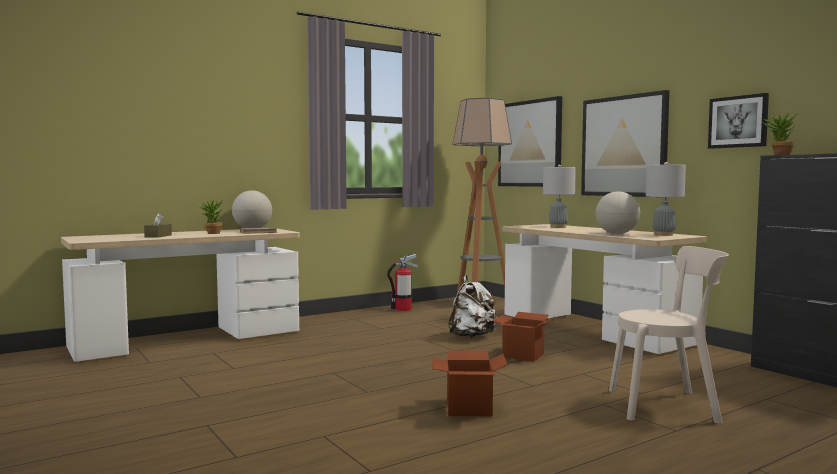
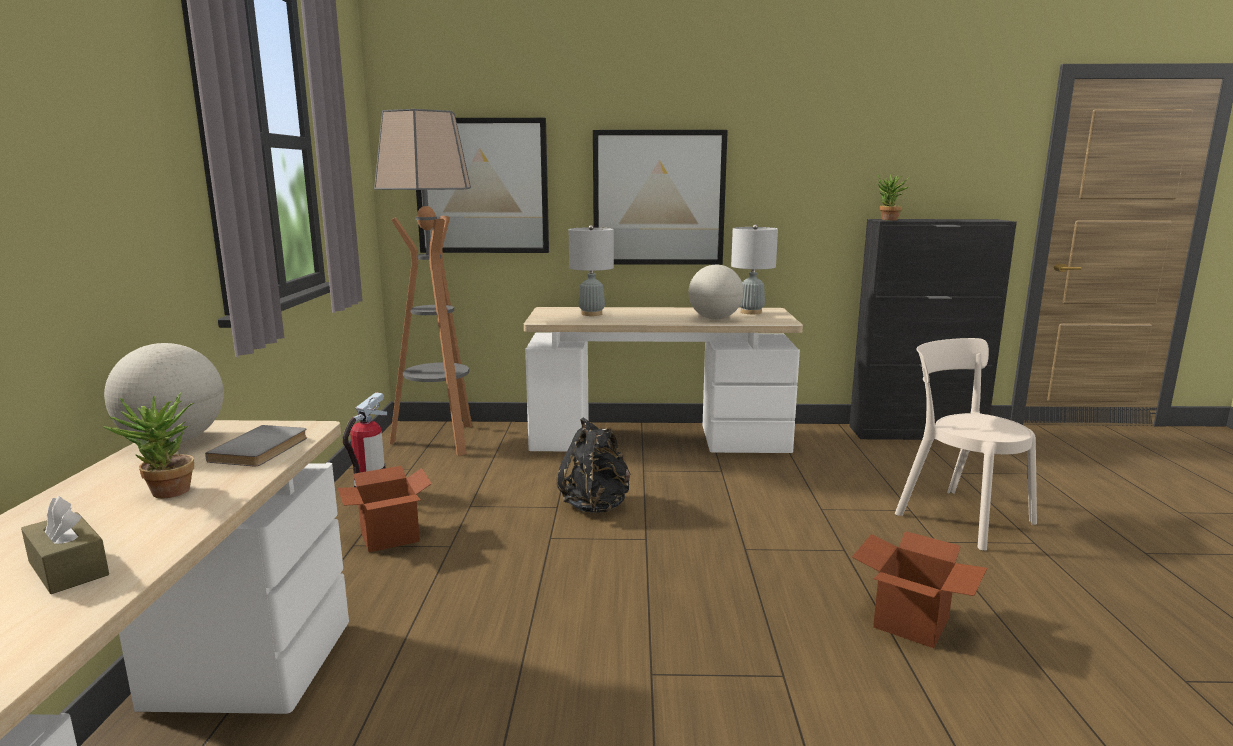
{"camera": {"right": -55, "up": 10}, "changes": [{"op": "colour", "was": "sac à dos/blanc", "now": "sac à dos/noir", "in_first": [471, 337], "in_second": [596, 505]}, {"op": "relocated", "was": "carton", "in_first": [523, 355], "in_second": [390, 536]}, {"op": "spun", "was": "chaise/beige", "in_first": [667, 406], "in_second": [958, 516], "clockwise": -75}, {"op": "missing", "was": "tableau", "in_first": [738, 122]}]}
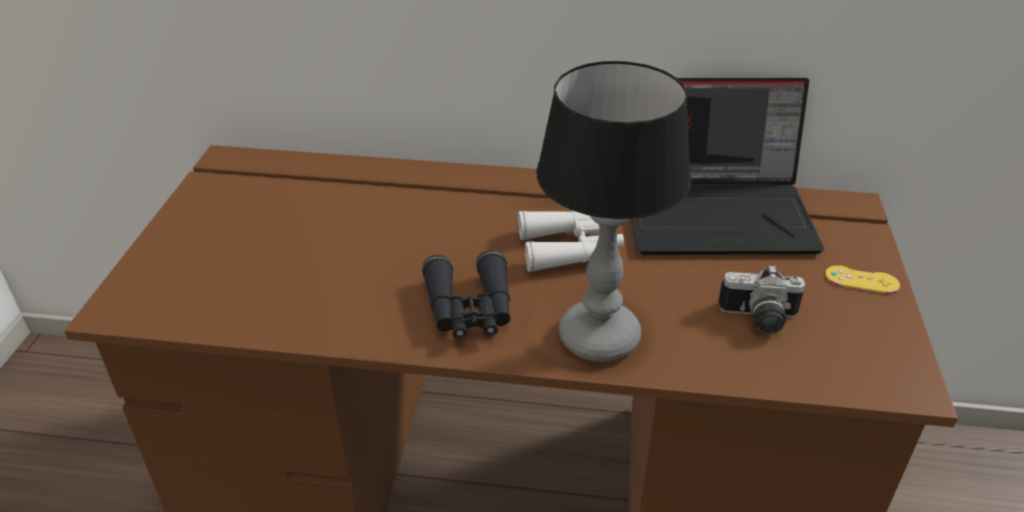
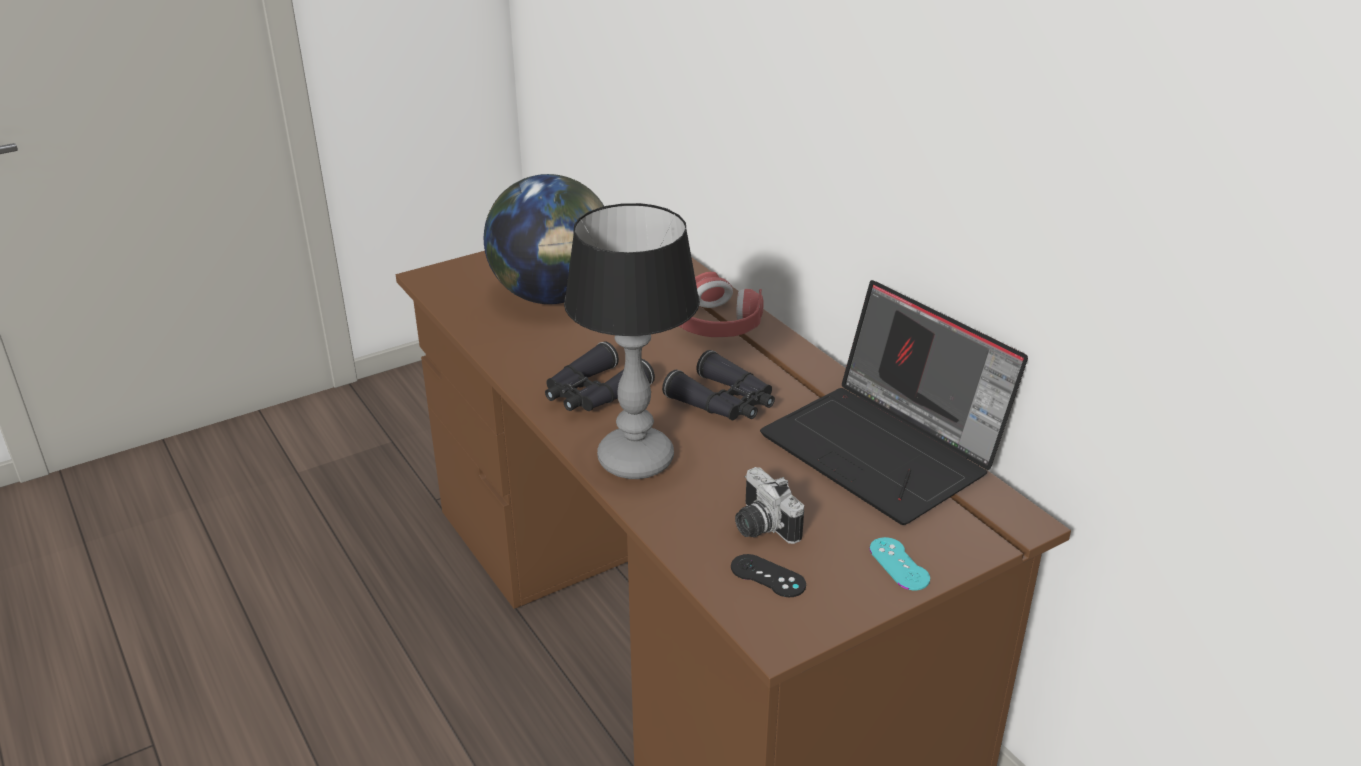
{"camera": {"right": 50, "up": -5}, "changes": [{"op": "colour", "was": "jumelles/blanc", "now": "jumelles/noir", "in_first": [571, 249], "in_second": [724, 403]}, {"op": "colour", "was": "manette/jaune", "now": "manette/turquoise", "in_first": [861, 280], "in_second": [899, 564]}, {"op": "appeared", "now": "globe", "in_second": [553, 296]}, {"op": "appeared", "now": "casque audio/rouge", "in_second": [715, 322]}, {"op": "appeared", "now": "manette/noir", "in_second": [768, 576]}]}
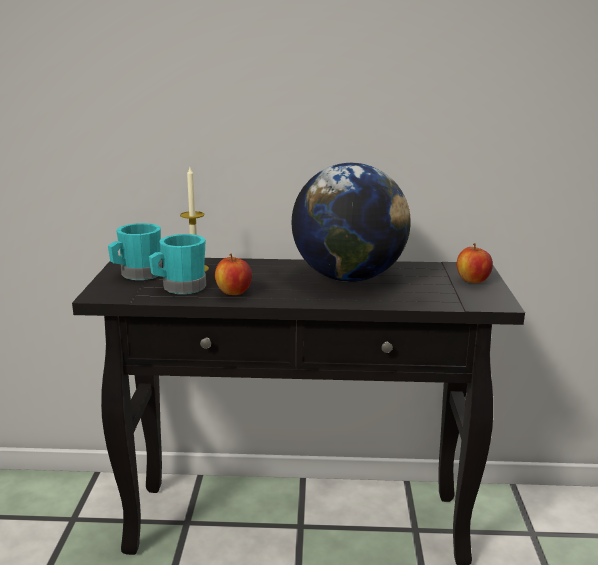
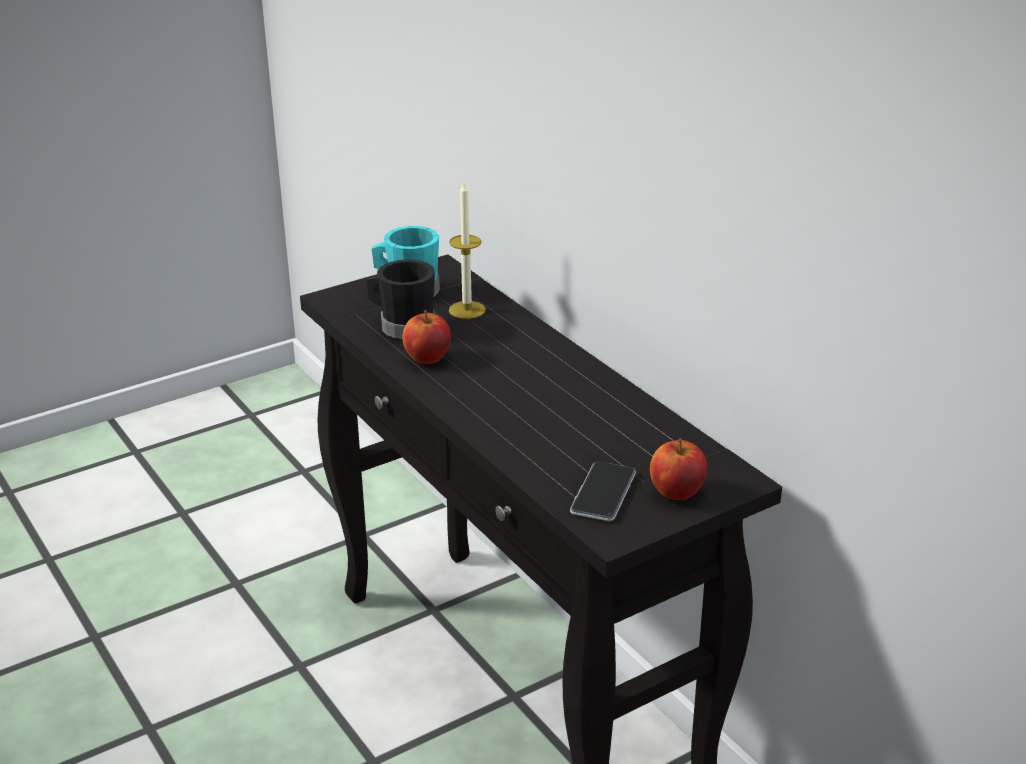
{"camera": {"right": 55, "up": 10}, "changes": [{"op": "colour", "was": "mug/turquoise", "now": "mug/noir", "in_first": [179, 288], "in_second": [402, 326]}, {"op": "missing", "was": "globe", "in_first": [348, 278]}, {"op": "appeared", "now": "téléphone", "in_second": [603, 493]}]}
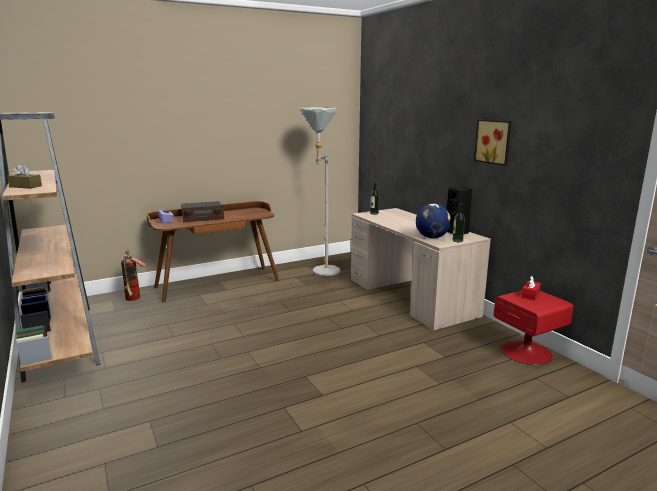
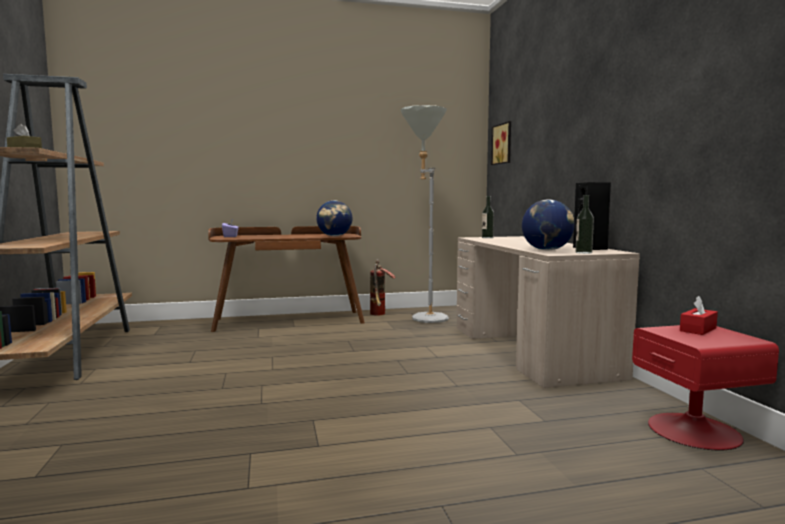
{"camera": {"right": 15, "up": -10}, "changes": [{"op": "relocated", "was": "extincteur", "in_first": [134, 300], "in_second": [379, 315]}, {"op": "missing", "was": "radio", "in_first": [202, 218]}, {"op": "relocated", "was": "tableau", "in_first": [494, 141], "in_second": [503, 144]}, {"op": "appeared", "now": "globe", "in_second": [334, 236]}]}
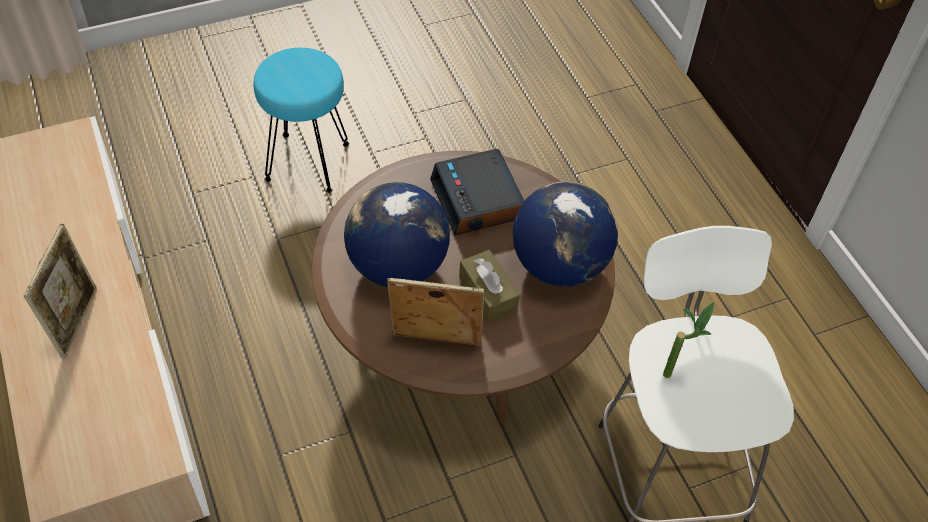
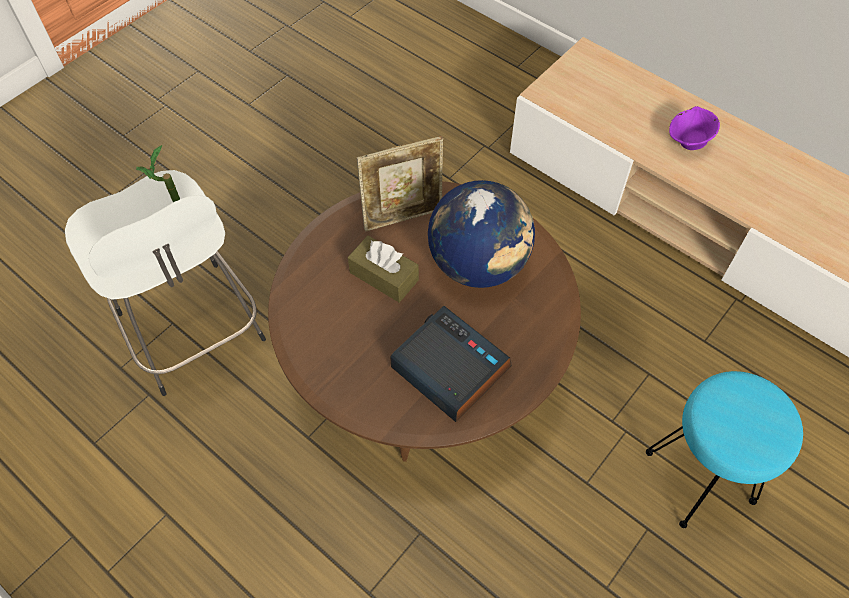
{"camera": {"right": 155, "up": 5}, "changes": [{"op": "exchanged", "was": "cadre photo", "now": "bol/violet", "in_first": [76, 321], "in_second": [688, 142]}, {"op": "missing", "was": "globe", "in_first": [559, 264]}]}
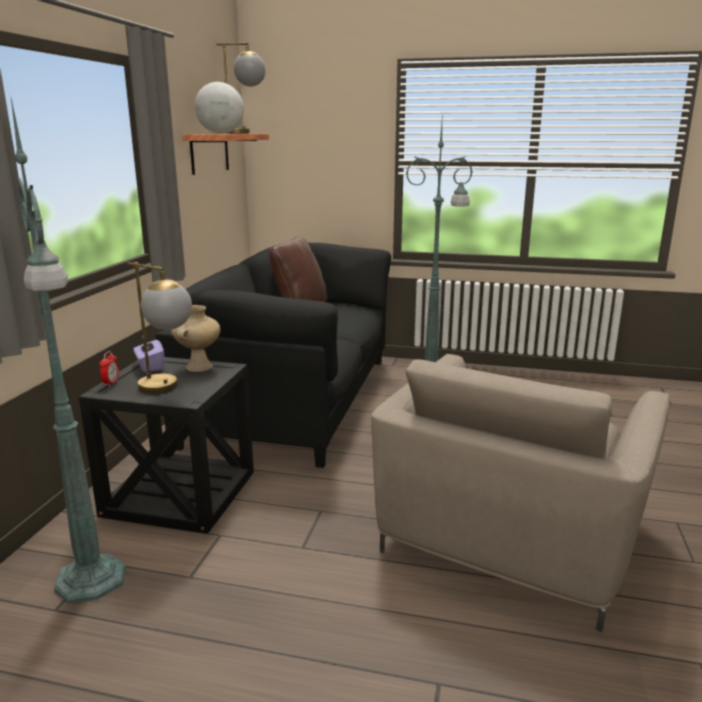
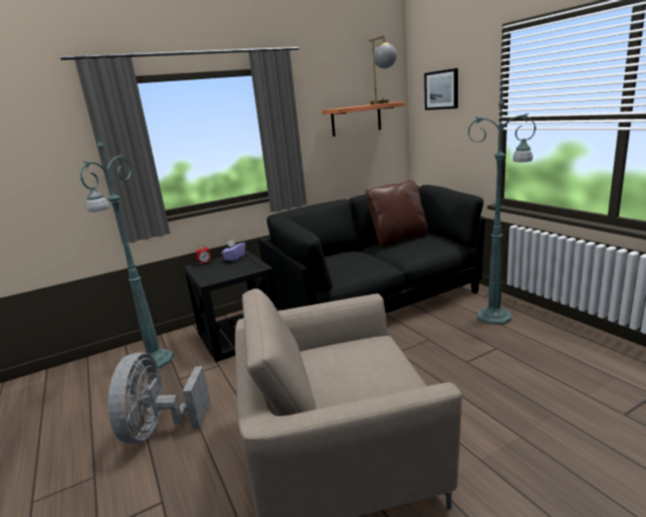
{"camera": {"right": 50, "up": 0}, "changes": [{"op": "missing", "was": "lampe de table", "in_first": [168, 389]}, {"op": "missing", "was": "vase/beige", "in_first": [199, 366]}, {"op": "missing", "was": "globe", "in_first": [221, 133]}, {"op": "appeared", "now": "ventilateur/gris", "in_second": [159, 428]}, {"op": "appeared", "now": "tableau", "in_second": [441, 90]}]}
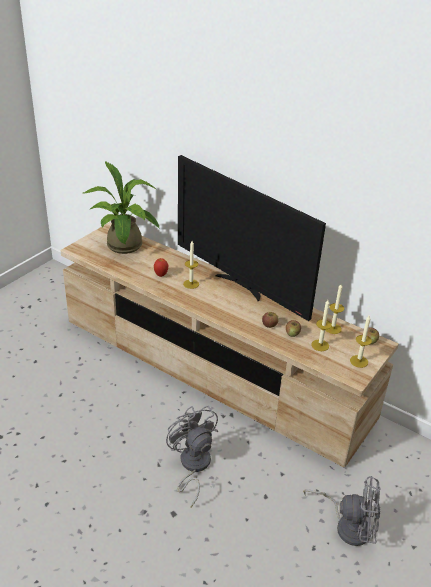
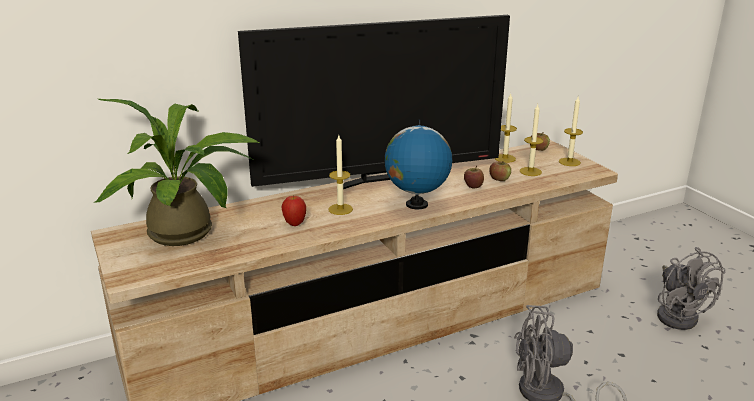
{"camera": {"right": -60, "up": -10}, "changes": [{"op": "spun", "was": "ventilateur/gris", "in_first": [348, 525], "in_second": [678, 314], "clockwise": 120}, {"op": "appeared", "now": "globe", "in_second": [416, 205]}]}
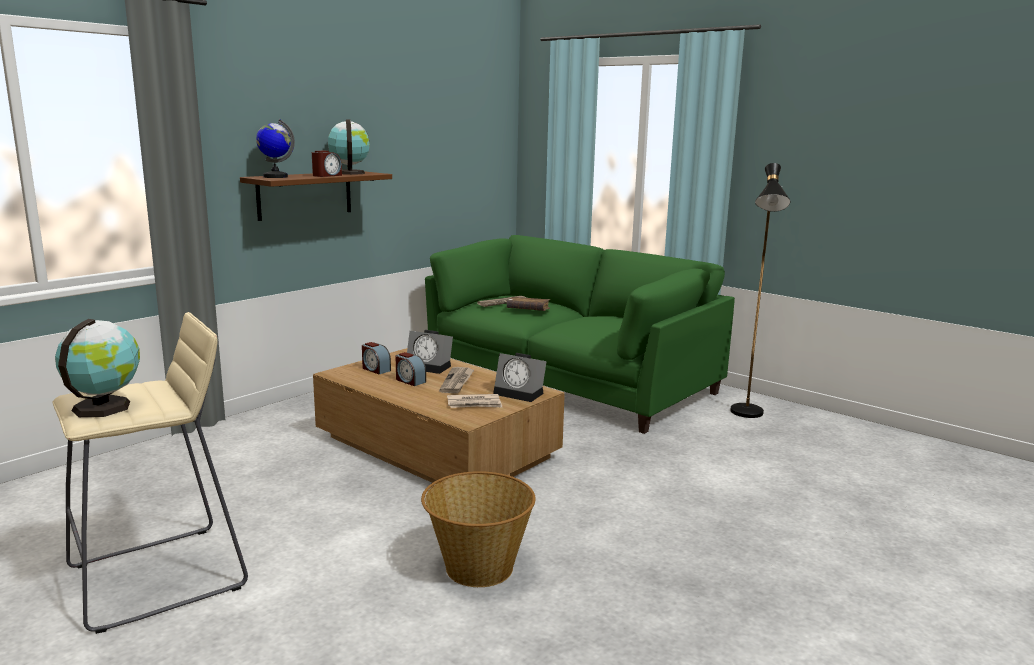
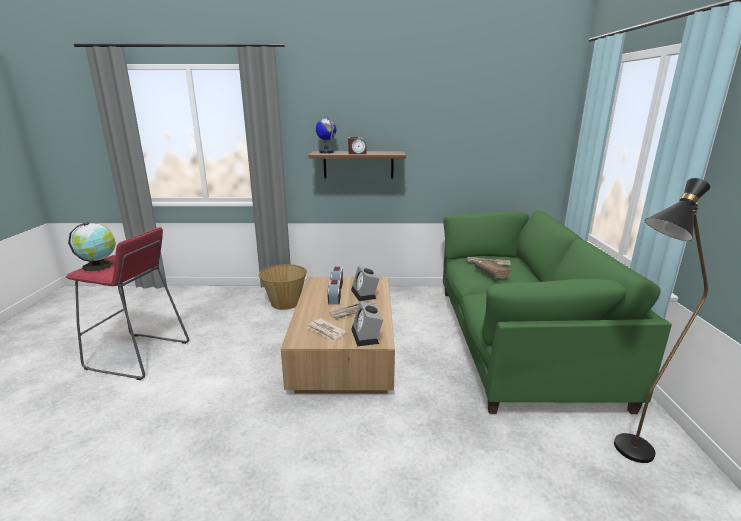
{"camera": {"right": 50, "up": 5}, "changes": [{"op": "colour", "was": "tabouret/beige", "now": "tabouret/rouge", "in_first": [159, 577], "in_second": [138, 356]}, {"op": "missing", "was": "globe", "in_first": [349, 173]}, {"op": "relocated", "was": "panier", "in_first": [478, 567], "in_second": [285, 303]}]}
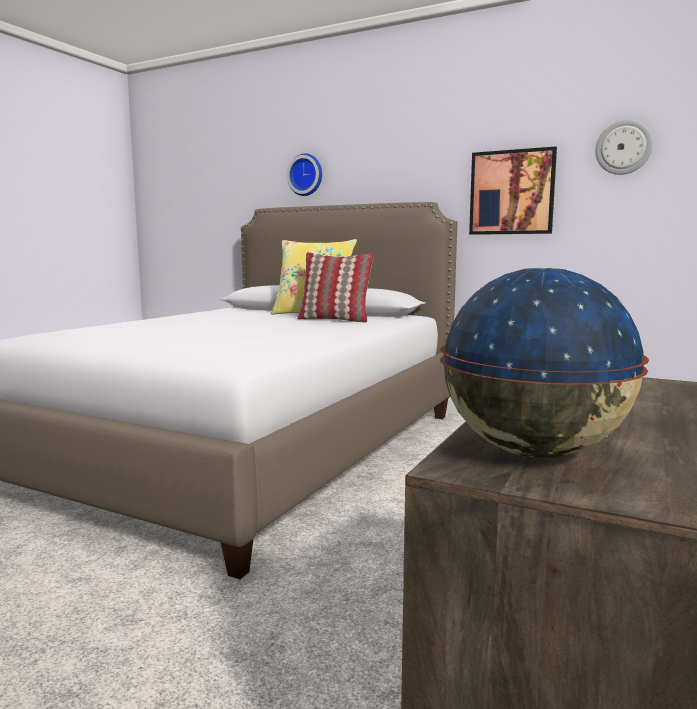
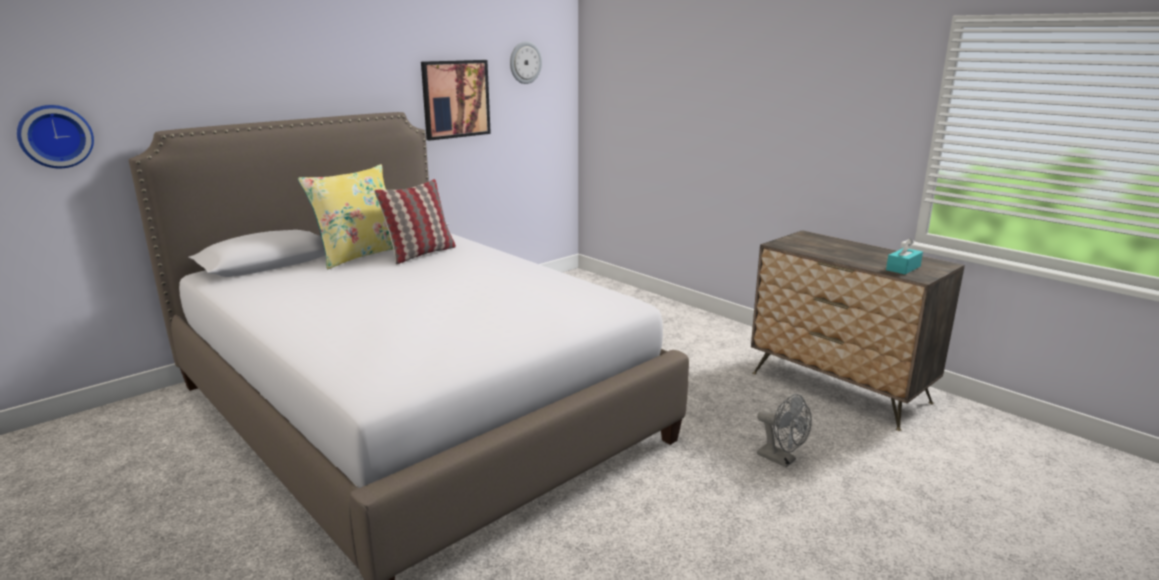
{"camera": {"right": -70, "up": 10}, "changes": [{"op": "relocated", "was": "horloge murale", "in_first": [306, 175], "in_second": [55, 136]}, {"op": "exchanged", "was": "globe", "now": "boîte à mouchoirs/turquoise", "in_first": [534, 452], "in_second": [903, 268]}, {"op": "appeared", "now": "ventilateur/gris", "in_second": [782, 459]}]}
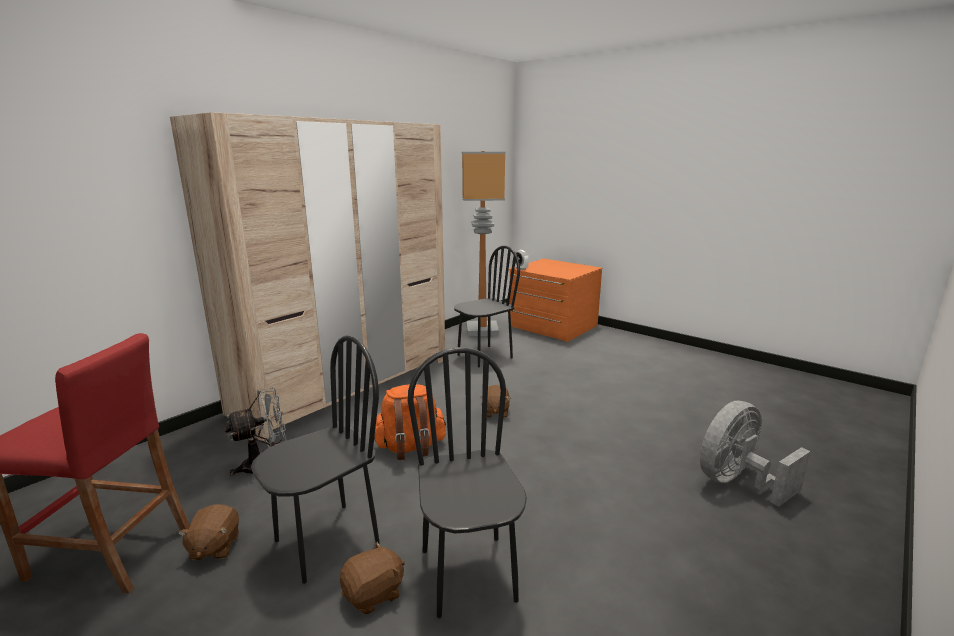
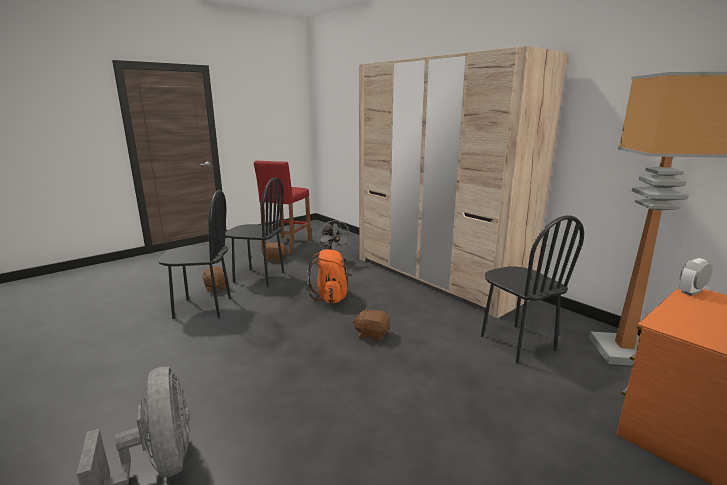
{"camera": {"right": 100, "up": 0}, "changes": [{"op": "spun", "was": "chaise/noir", "in_first": [326, 541], "in_second": [259, 277], "clockwise": -45}]}
